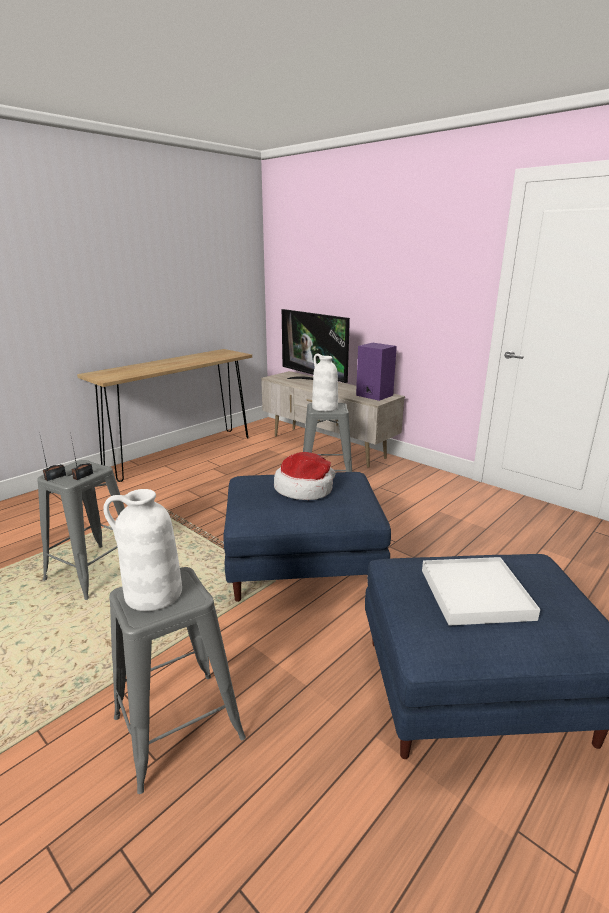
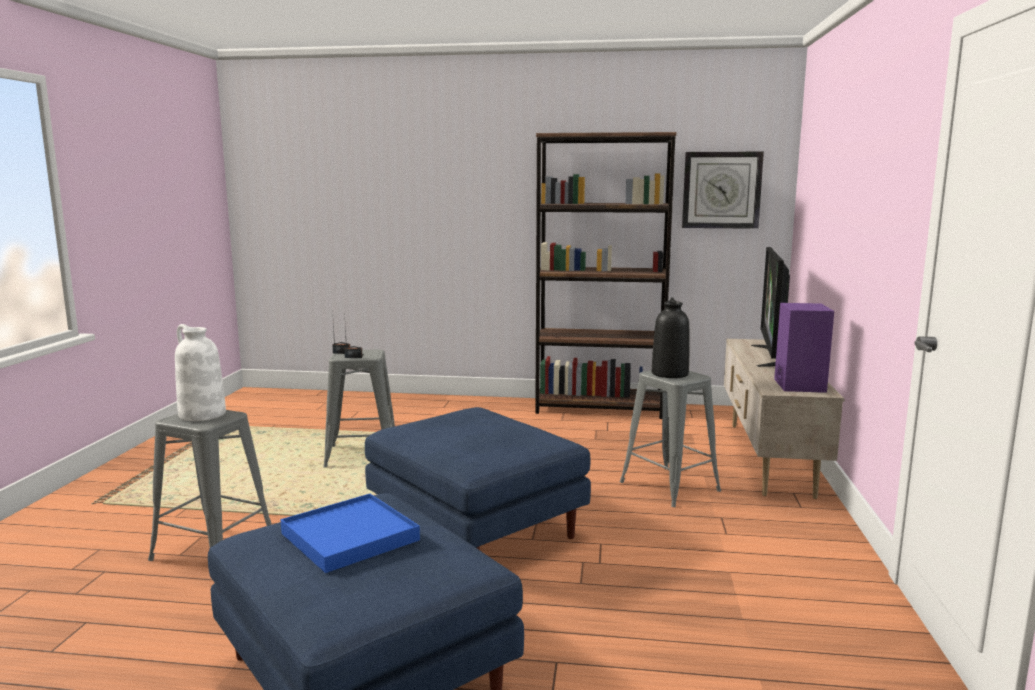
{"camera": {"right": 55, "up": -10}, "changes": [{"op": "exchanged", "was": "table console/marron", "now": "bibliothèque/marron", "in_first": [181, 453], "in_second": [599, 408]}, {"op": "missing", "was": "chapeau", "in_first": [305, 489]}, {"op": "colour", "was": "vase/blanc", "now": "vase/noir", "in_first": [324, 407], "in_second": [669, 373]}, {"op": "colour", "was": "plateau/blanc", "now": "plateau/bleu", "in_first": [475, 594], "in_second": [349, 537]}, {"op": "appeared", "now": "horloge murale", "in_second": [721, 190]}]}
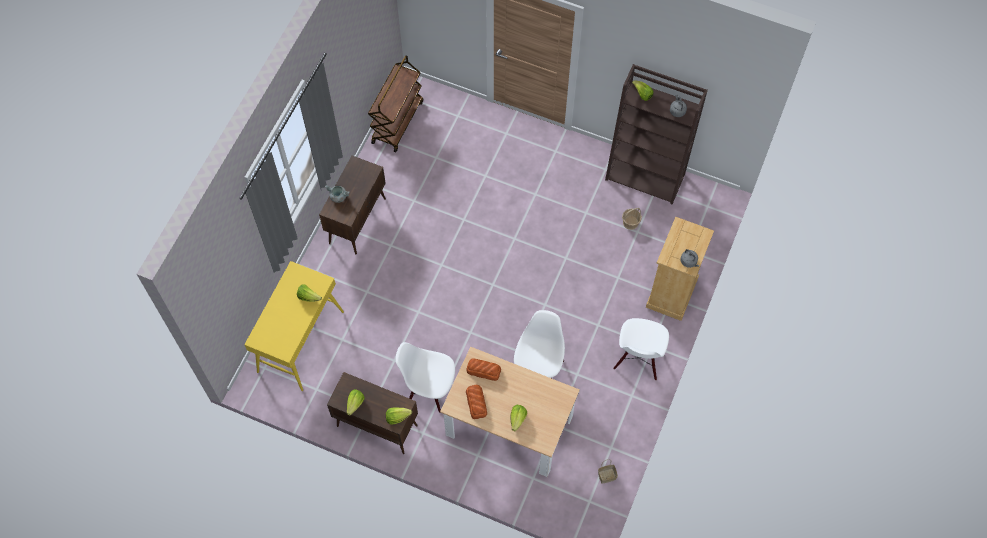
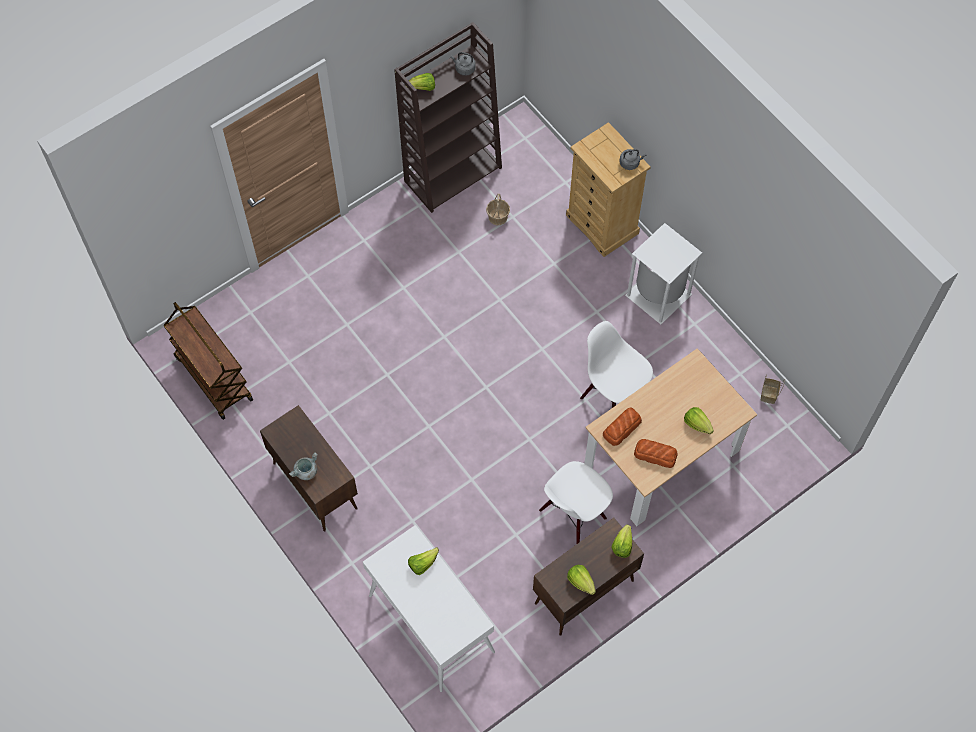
{"camera": {"right": -60, "up": 0}, "changes": [{"op": "colour", "was": "table console/jaune", "now": "table console/blanc", "in_first": [300, 341], "in_second": [430, 623]}, {"op": "exchanged", "was": "chaise/blanc", "now": "poubelle/blanc", "in_first": [638, 360], "in_second": [658, 296]}]}
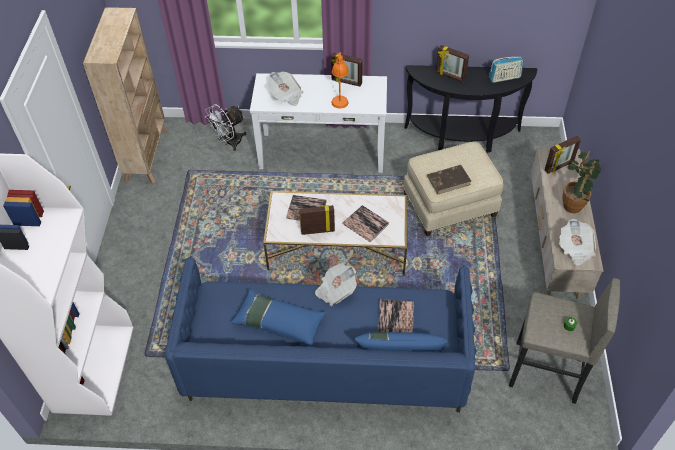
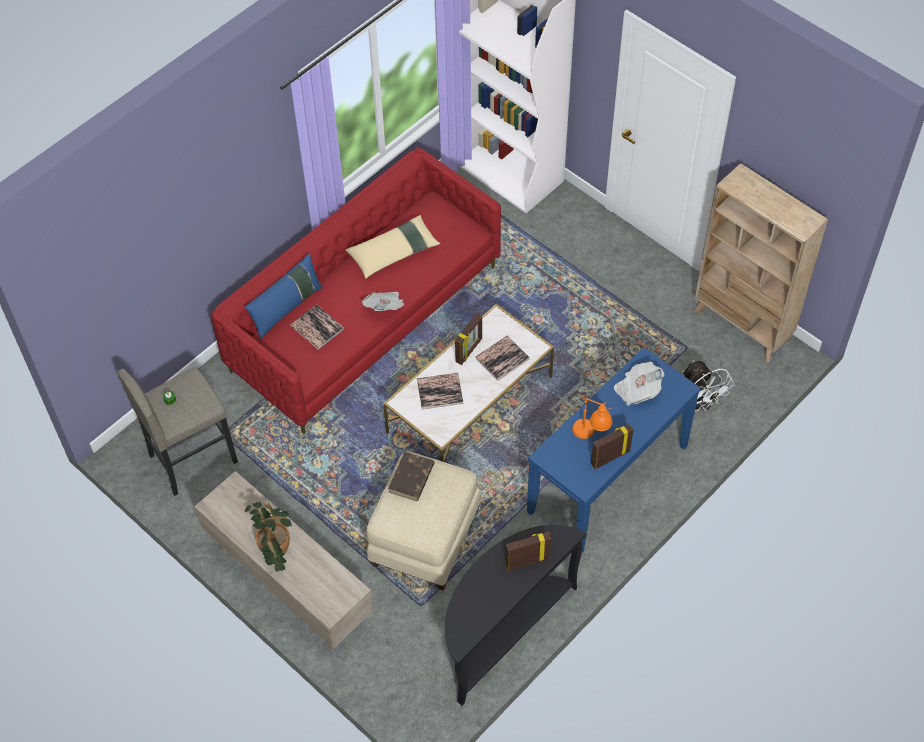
{"camera": {"right": 130, "up": 5}, "changes": [{"op": "colour", "was": "canapé/bleu", "now": "canapé/rouge", "in_first": [325, 360], "in_second": [365, 317]}, {"op": "spun", "was": "ventilateur/blanc", "in_first": [229, 142], "in_second": [699, 405], "clockwise": 150}, {"op": "colour", "was": "coussin/bleu", "now": "coussin/beige", "in_first": [279, 322], "in_second": [393, 252]}, {"op": "colour", "was": "table console/blanc", "now": "table console/bleu", "in_first": [322, 152], "in_second": [608, 479]}, {"op": "missing", "was": "radio", "in_first": [504, 78]}, {"op": "missing", "was": "cadre photo", "in_first": [559, 167]}, {"op": "missing", "was": "journal", "in_first": [575, 249]}]}
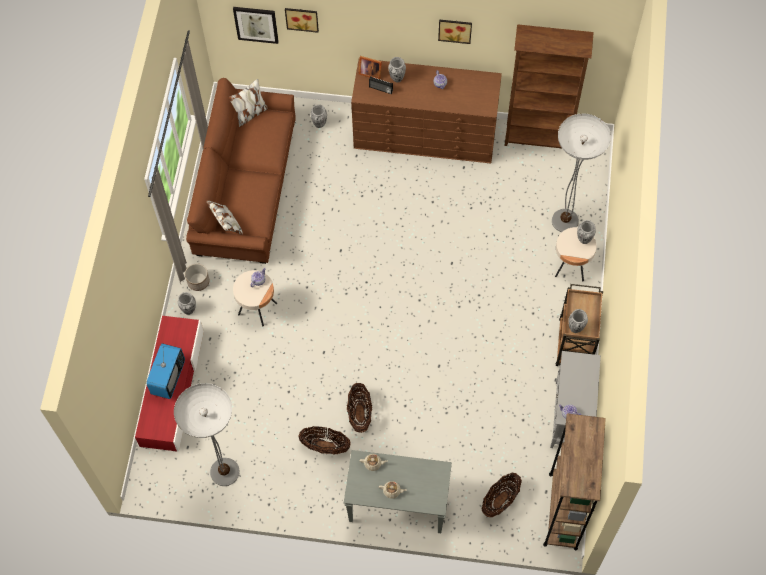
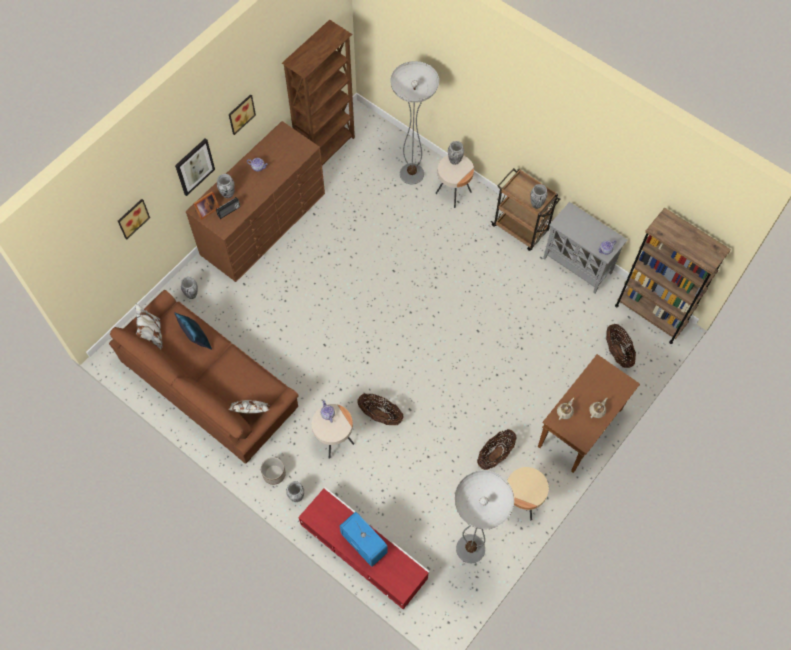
{"camera": {"right": -60, "up": 0}, "changes": [{"op": "relocated", "was": "tableau", "in_first": [256, 24], "in_second": [194, 166]}, {"op": "colour", "was": "table console/gris", "now": "table console/marron", "in_first": [397, 505], "in_second": [579, 429]}, {"op": "relocated", "was": "panier", "in_first": [359, 413], "in_second": [380, 415]}, {"op": "appeared", "now": "coussin/bleu", "in_second": [196, 338]}, {"op": "appeared", "now": "table d'appoint/beige", "in_second": [521, 501]}]}
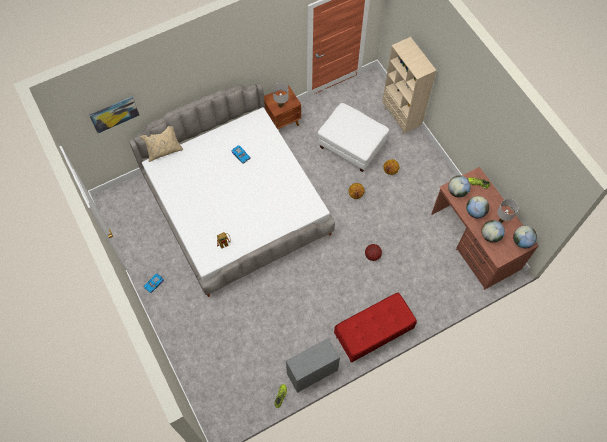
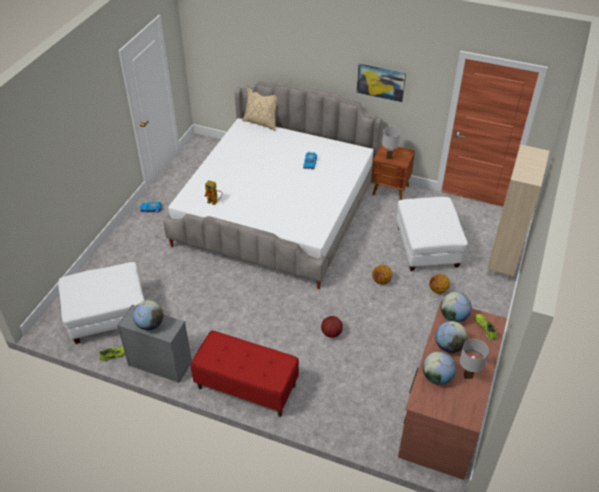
{"camera": {"right": 50, "up": -20}, "changes": [{"op": "relocated", "was": "tableau", "in_first": [114, 114], "in_second": [381, 82]}, {"op": "relocated", "was": "globe", "in_first": [521, 241], "in_second": [150, 324]}, {"op": "appeared", "now": "pouf/blanc", "in_second": [108, 316]}]}
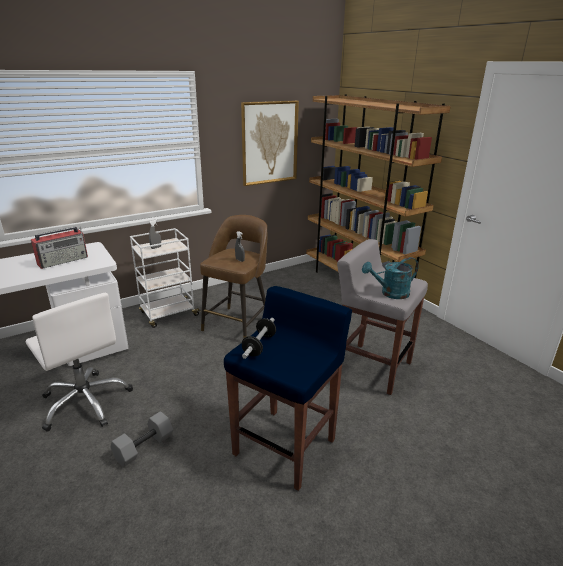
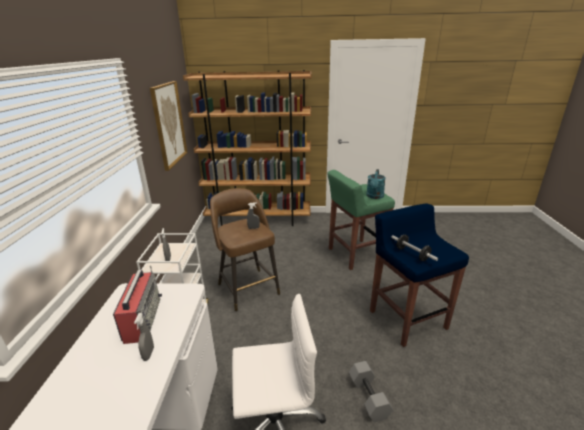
{"camera": {"right": -55, "up": 0}, "changes": [{"op": "colour", "was": "tabouret/gris", "now": "tabouret/vert", "in_first": [372, 367], "in_second": [355, 254]}, {"op": "appeared", "now": "vaporisateur/gris", "in_second": [148, 354]}]}
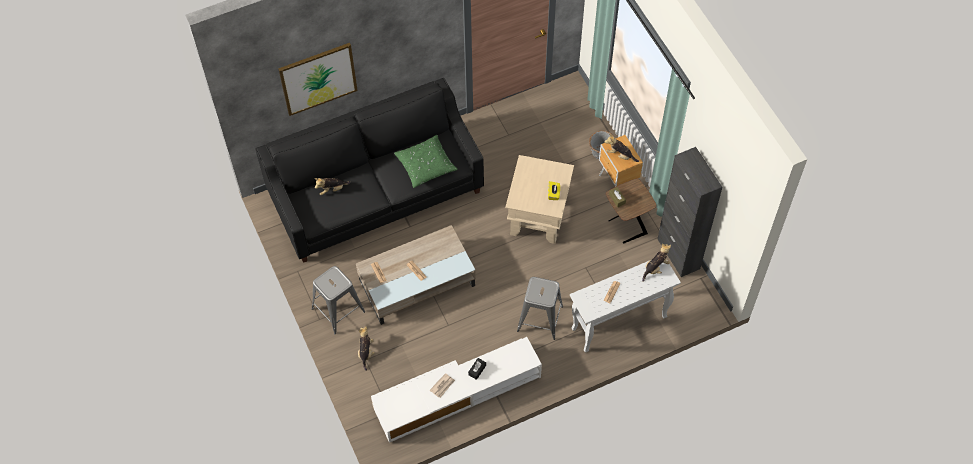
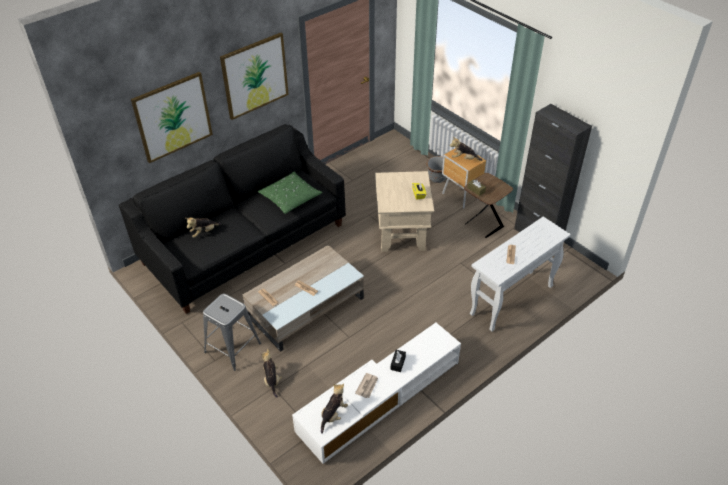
{"camera": {"right": -15, "up": -15}, "changes": [{"op": "missing", "was": "tabouret/gris", "in_first": [539, 318]}, {"op": "relocated", "was": "peluche", "in_first": [655, 268], "in_second": [333, 415]}, {"op": "appeared", "now": "tableau", "in_second": [255, 76]}]}
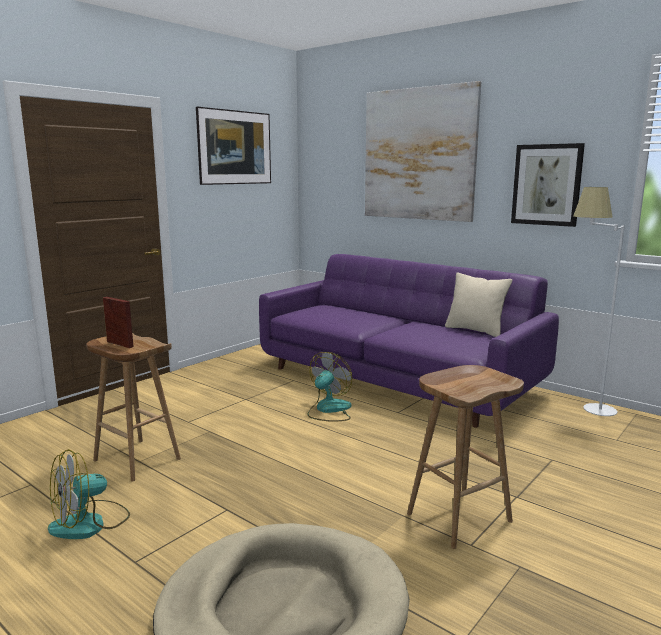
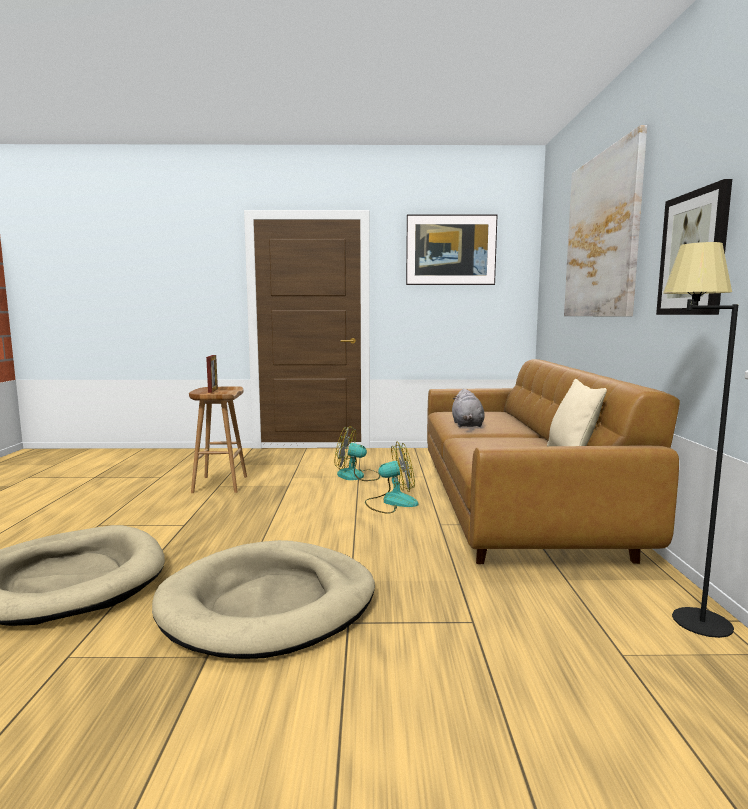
{"camera": {"right": 50, "up": -5}, "changes": [{"op": "relocated", "was": "ventilateur", "in_first": [90, 523], "in_second": [357, 476]}, {"op": "colour", "was": "canapé/violet", "now": "canapé/marron", "in_first": [397, 379], "in_second": [515, 503]}, {"op": "exchanged", "was": "tabouret/marron", "now": "panier pour chien/beige", "in_first": [459, 516], "in_second": [269, 604]}, {"op": "colour", "was": "lampadaire/blanc", "now": "lampadaire/noir", "in_first": [584, 407], "in_second": [681, 609]}, {"op": "appeared", "now": "peluche/gris", "in_second": [467, 425]}]}
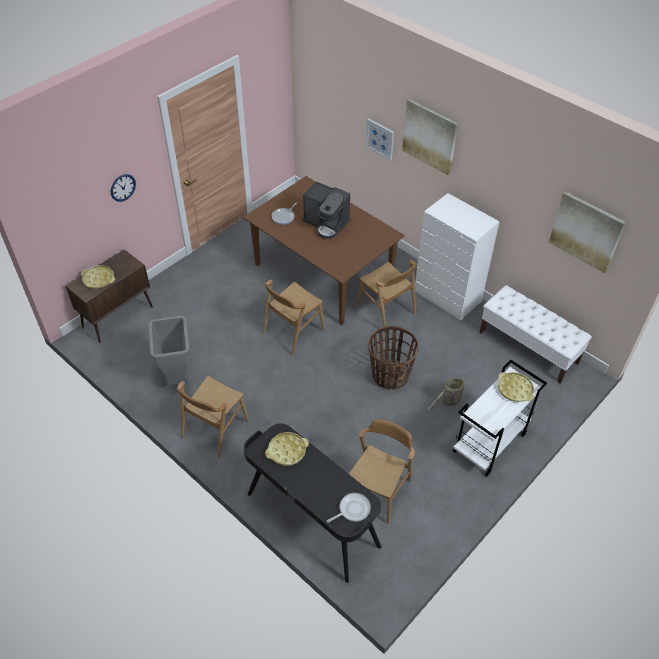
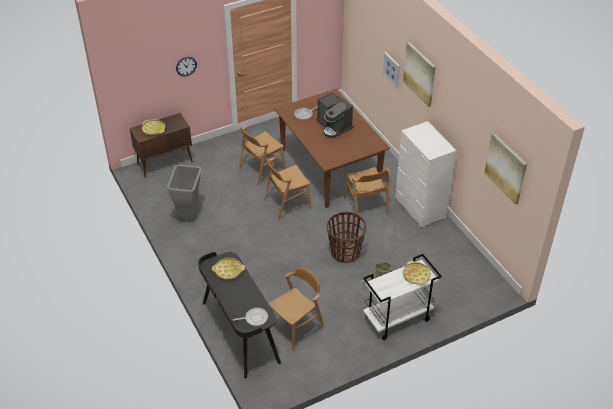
{"camera": {"right": 20, "up": -5}, "changes": [{"op": "relocated", "was": "chaise/marron", "in_first": [215, 429], "in_second": [261, 169]}, {"op": "missing", "was": "banc/blanc", "in_first": [528, 347]}]}
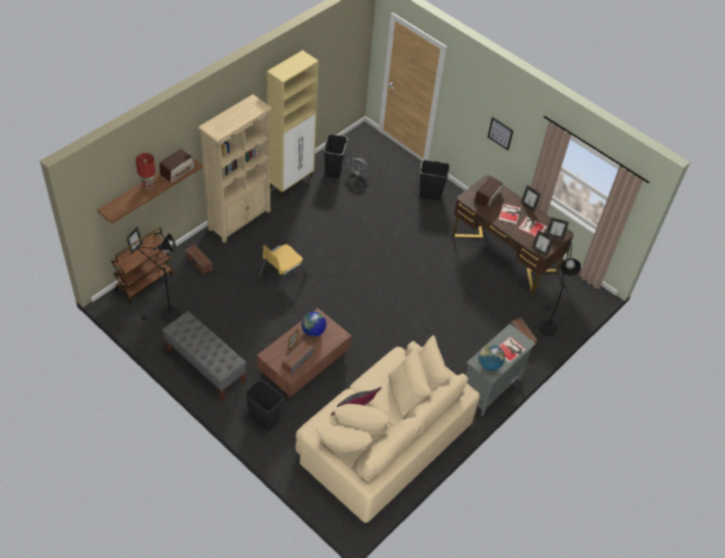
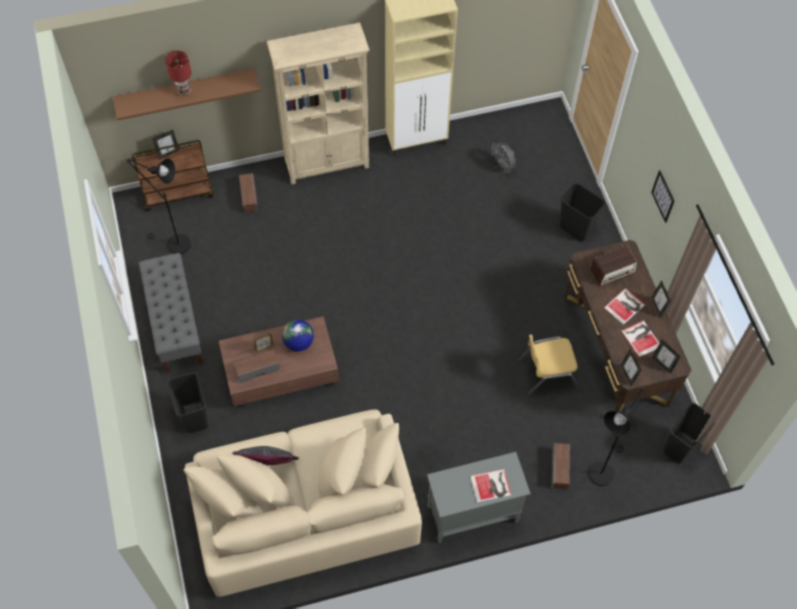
{"camera": {"right": 35, "up": 10}, "changes": [{"op": "missing", "was": "radio", "in_first": [177, 170]}, {"op": "relocated", "was": "chaise/jaune", "in_first": [282, 275], "in_second": [547, 372]}, {"op": "relocated", "was": "poubelle/noir", "in_first": [334, 171], "in_second": [680, 447]}, {"op": "missing", "was": "globe", "in_first": [489, 365]}]}
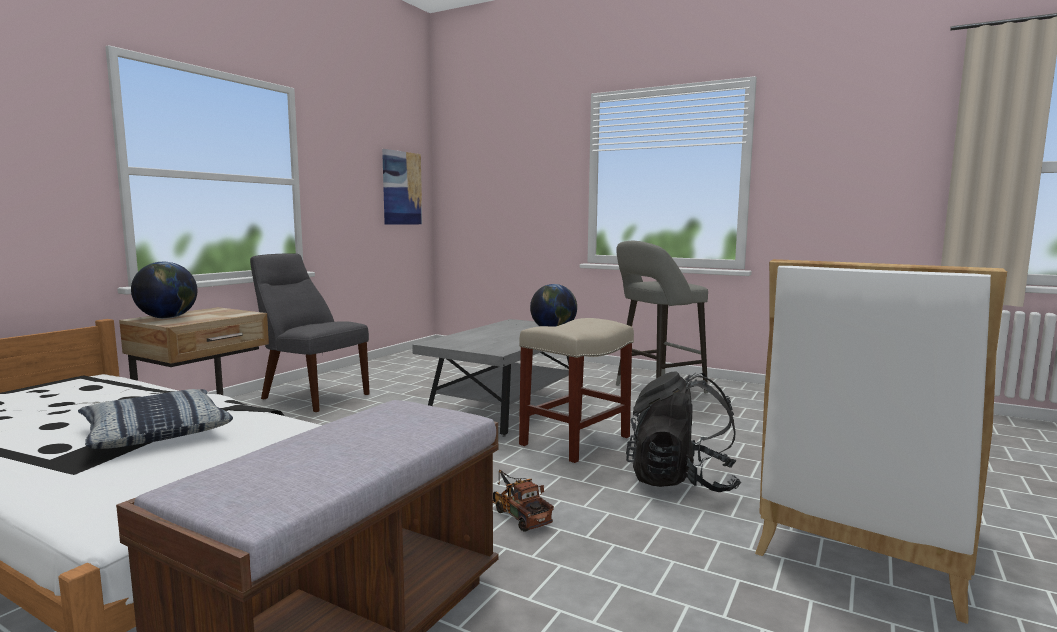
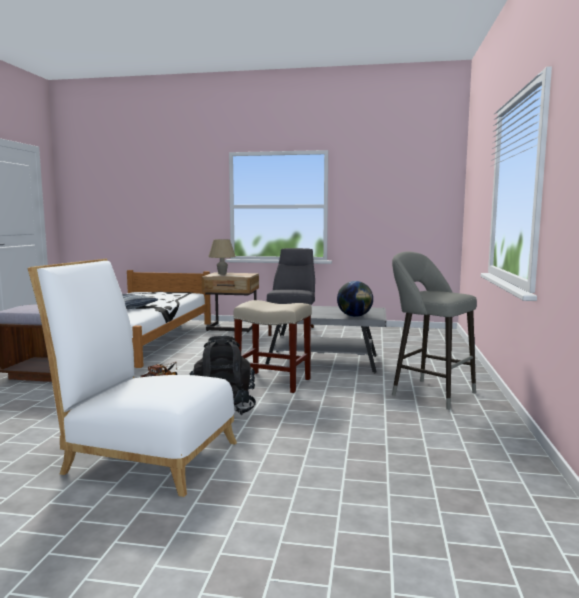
{"camera": {"right": 70, "up": 0}, "changes": [{"op": "exchanged", "was": "globe", "now": "lampe de table/beige", "in_first": [167, 318], "in_second": [222, 274]}, {"op": "missing", "was": "tableau", "in_first": [402, 188]}]}
